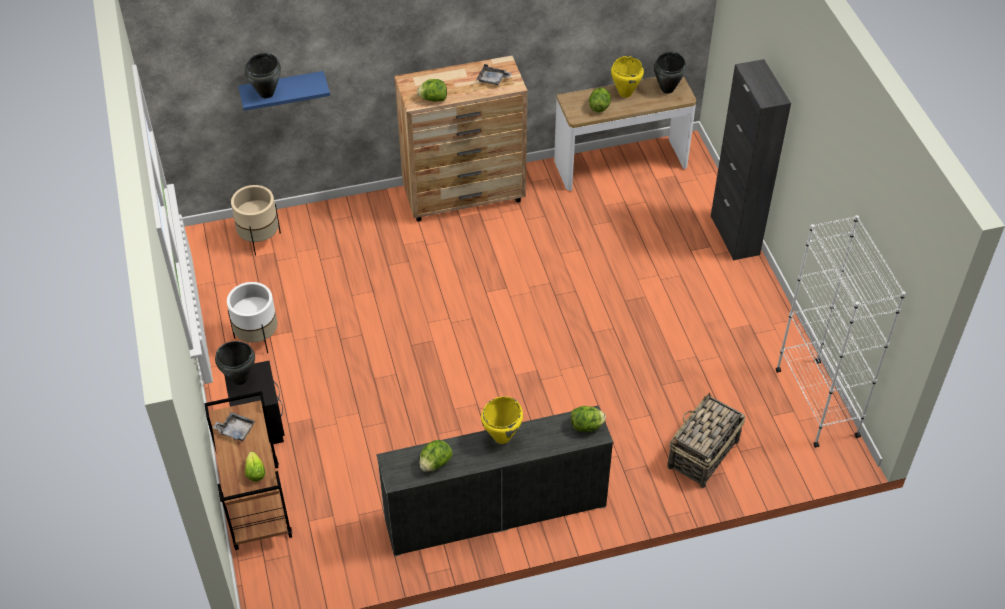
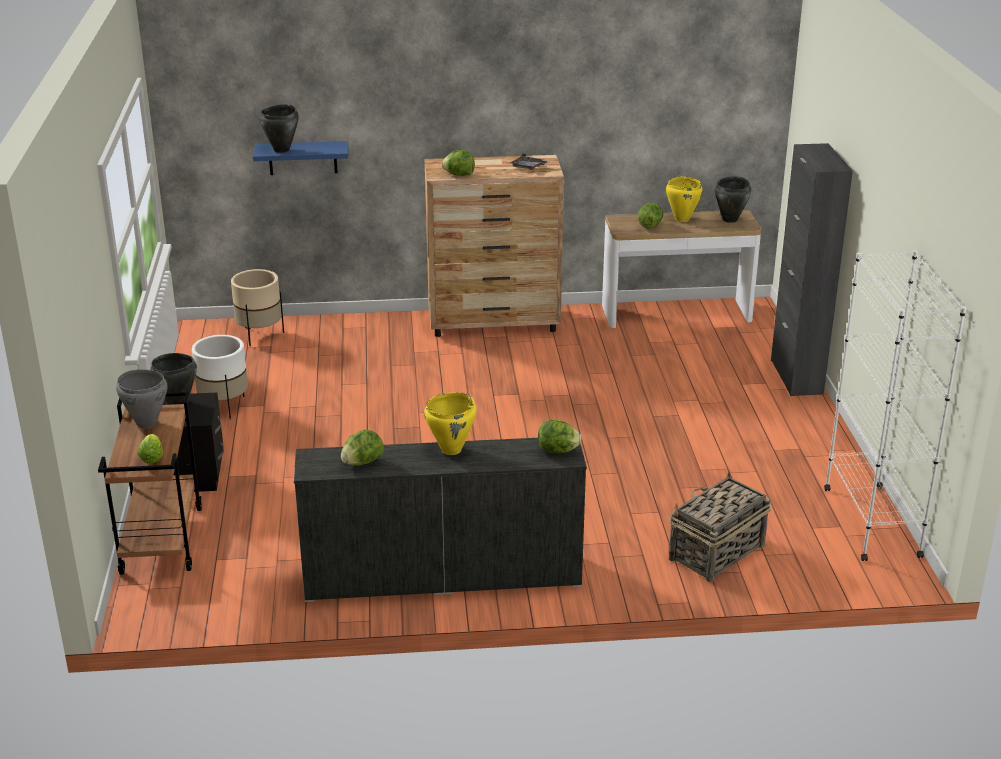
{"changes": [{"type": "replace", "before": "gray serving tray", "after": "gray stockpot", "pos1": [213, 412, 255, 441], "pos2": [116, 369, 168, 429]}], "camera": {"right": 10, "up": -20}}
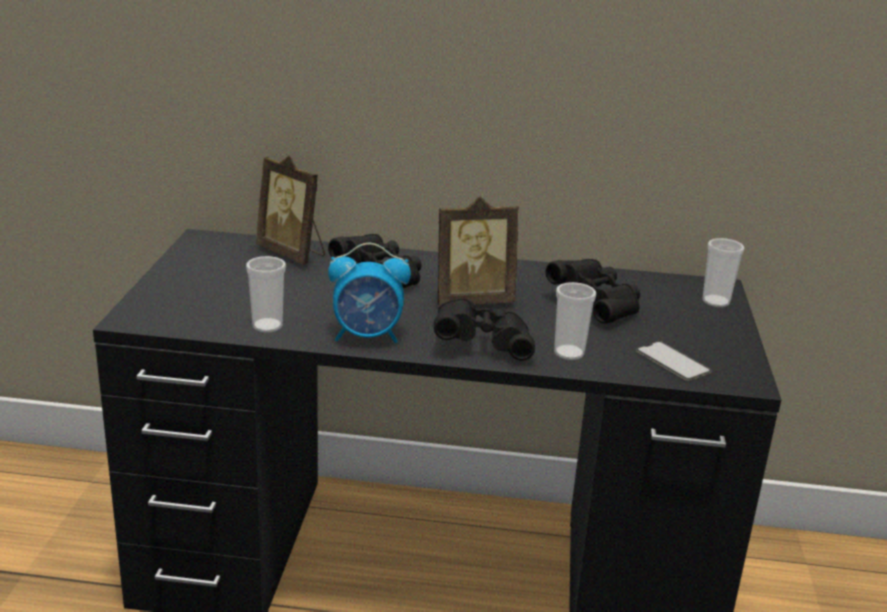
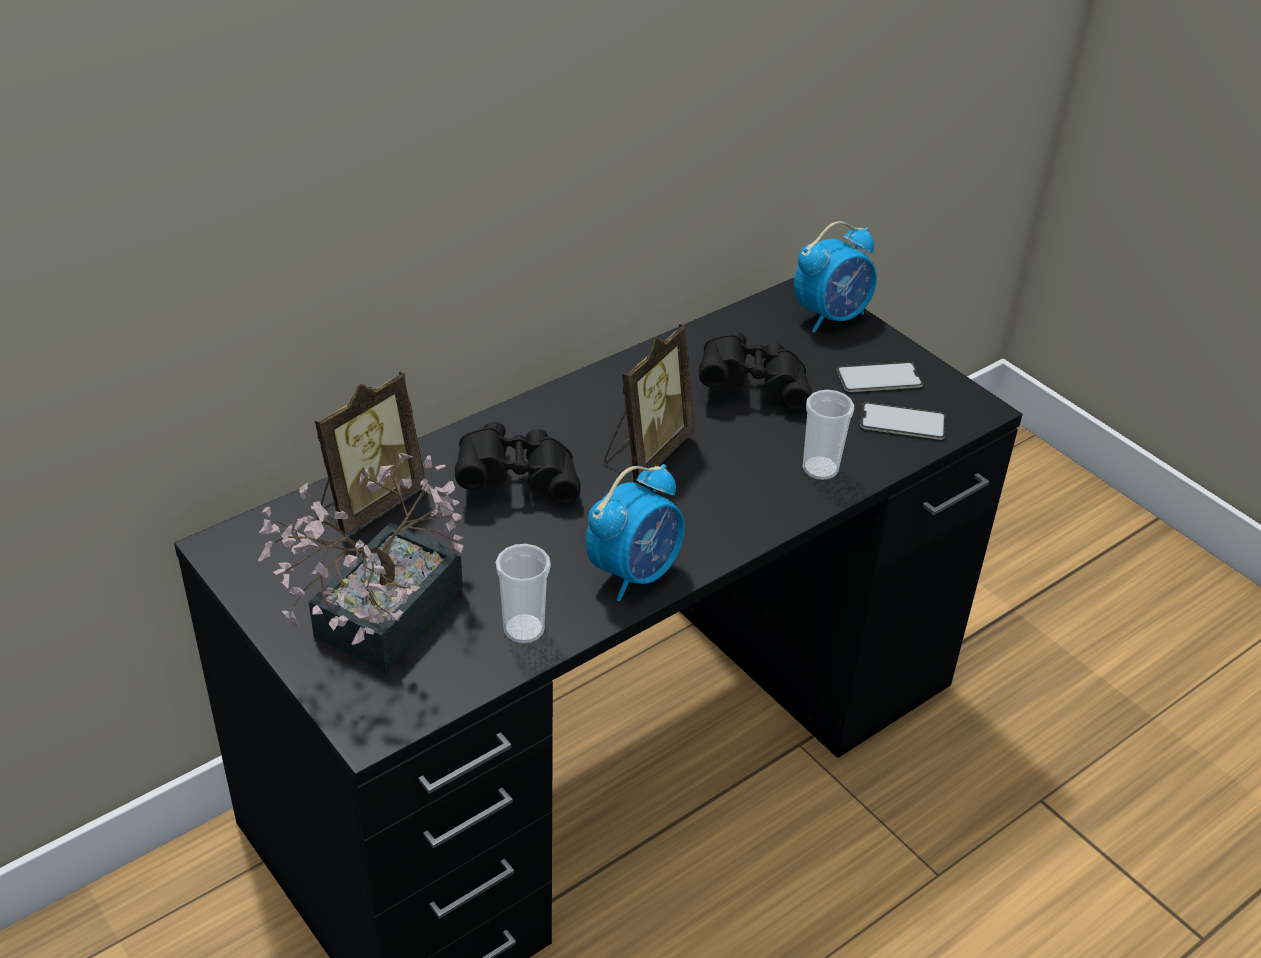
{"changes": [{"type": "insert", "after": "potted plant", "pos2": [258, 453, 464, 671]}, {"type": "rotate", "before": "picture frame", "pos1": [256, 155, 325, 264], "pos2": [314, 371, 425, 535], "turn": -45}, {"type": "replace", "before": "drinking cup", "after": "bedside clock", "pos1": [702, 238, 745, 307], "pos2": [794, 221, 877, 333]}, {"type": "insert", "after": "telephone", "pos2": [837, 362, 923, 392]}, {"type": "delete", "before": "blackish field glasses", "pos1": [434, 298, 535, 361]}], "camera": {"right": -45, "up": 15}}
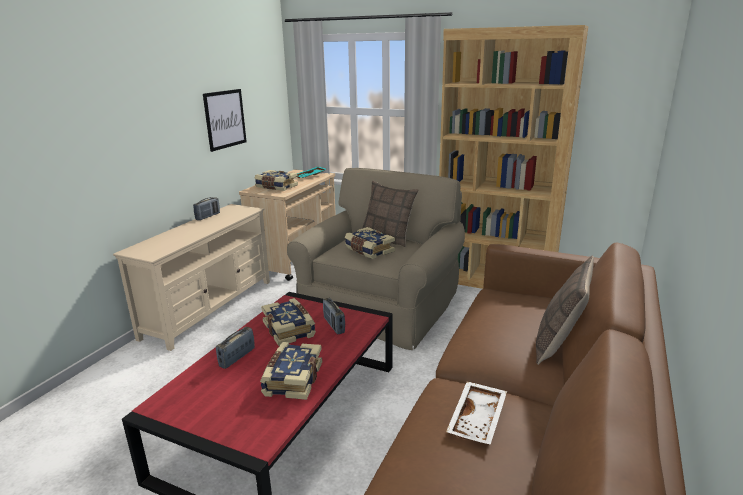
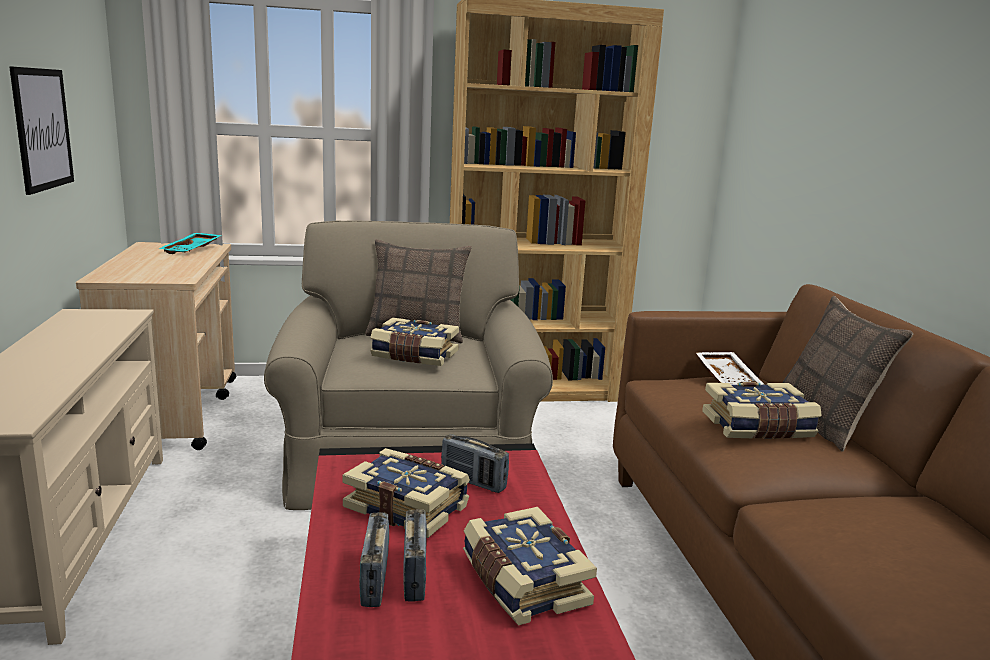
{"changes": [{"type": "move", "before": "radio", "pos1": [193, 197, 220, 220], "pos2": [403, 509, 427, 602]}, {"type": "move", "before": "whitish serving tray", "pos1": [446, 381, 507, 445], "pos2": [696, 352, 765, 385]}, {"type": "move", "before": "bound book", "pos1": [254, 170, 298, 191], "pos2": [702, 382, 822, 439]}], "camera": {"right": -35, "up": -5}}
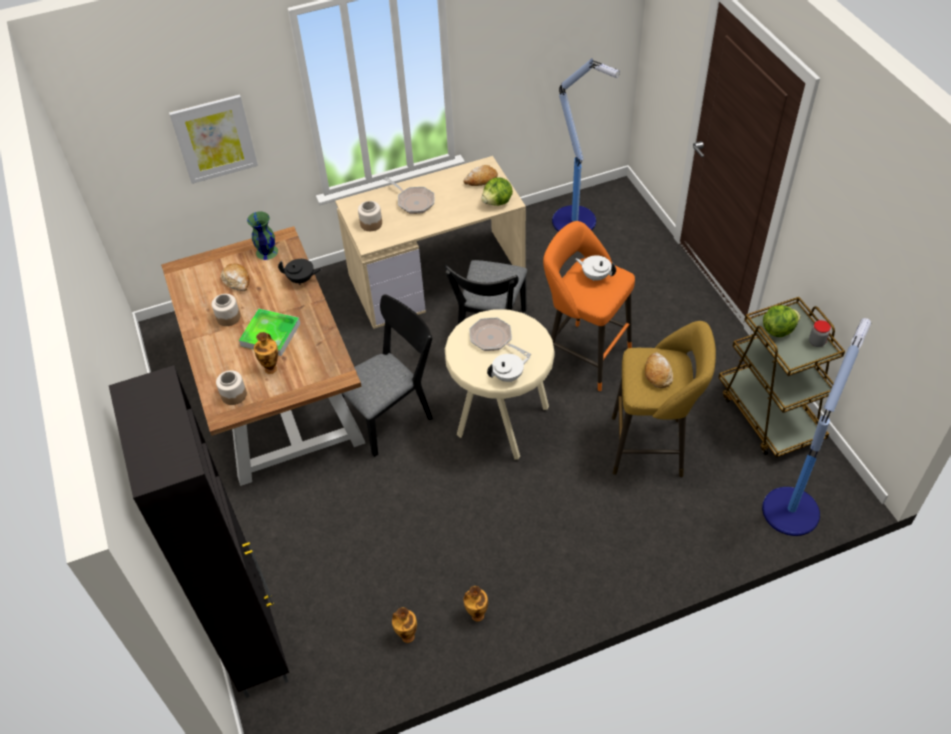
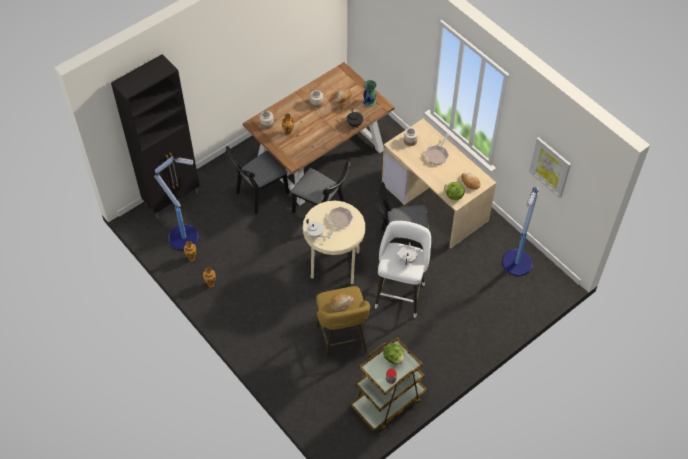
{"changes": [{"type": "move", "before": "standing lamp", "pos1": [762, 318, 871, 536], "pos2": [154, 156, 199, 250]}, {"type": "insert", "after": "blackish upright chair", "pos2": [226, 146, 289, 215]}, {"type": "recolor", "before": "orangey stool seat", "after": "whitish stool seat", "pos1": [543, 221, 635, 391], "pos2": [375, 221, 431, 318]}, {"type": "move", "before": "wall picture", "pos1": [169, 95, 258, 184], "pos2": [529, 137, 571, 198]}, {"type": "delete", "before": "serving tray", "pos1": [239, 309, 300, 356]}], "camera": {"right": 70, "up": 5}}
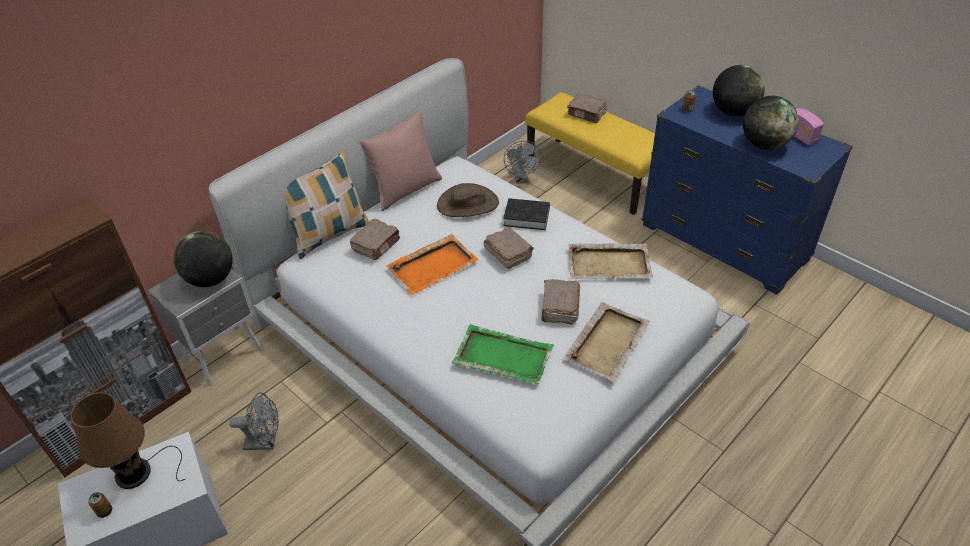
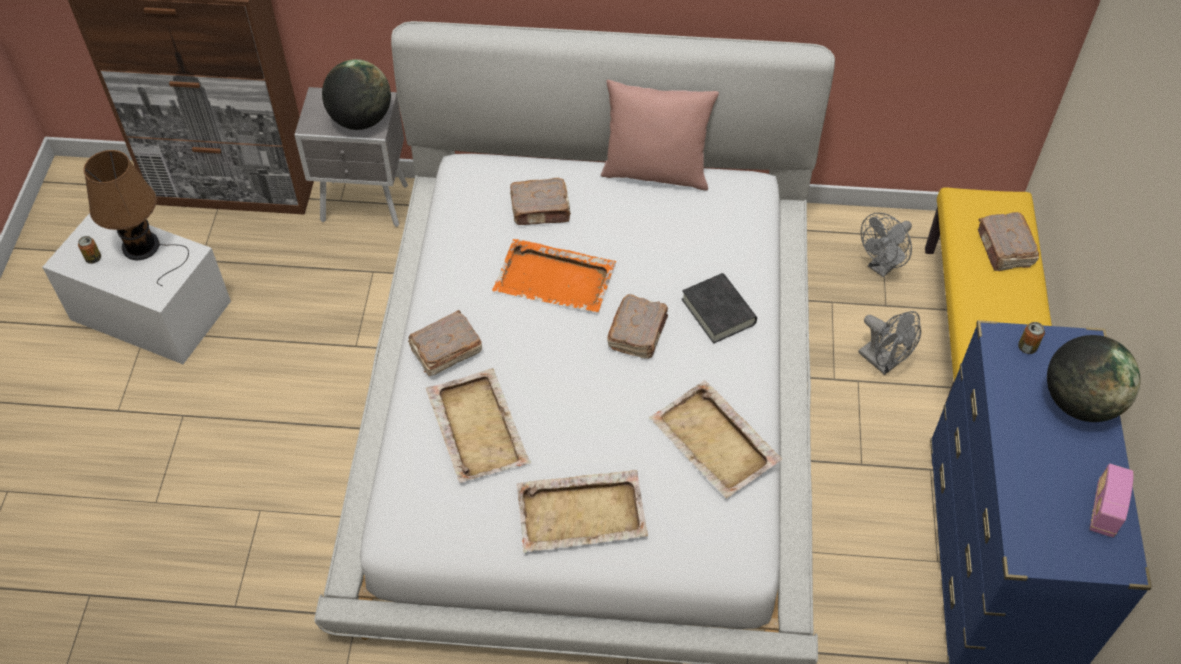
{"changes": [{"type": "move", "before": "brownish bound book", "pos1": [541, 279, 580, 325], "pos2": [408, 310, 482, 376]}, {"type": "recolor", "before": "green-coloured serving tray", "after": "beige-coloured serving tray", "pos1": [452, 324, 554, 384], "pos2": [426, 368, 531, 483]}, {"type": "move", "before": "gray electric fan", "pos1": [229, 392, 279, 450], "pos2": [858, 311, 921, 375]}, {"type": "delete", "before": "pillow", "pos1": [285, 151, 369, 259]}, {"type": "delete", "before": "brownish clothing hat", "pos1": [437, 183, 499, 217]}, {"type": "delete", "before": "desk globe", "pos1": [743, 96, 799, 150]}], "camera": {"right": 50, "up": 10}}
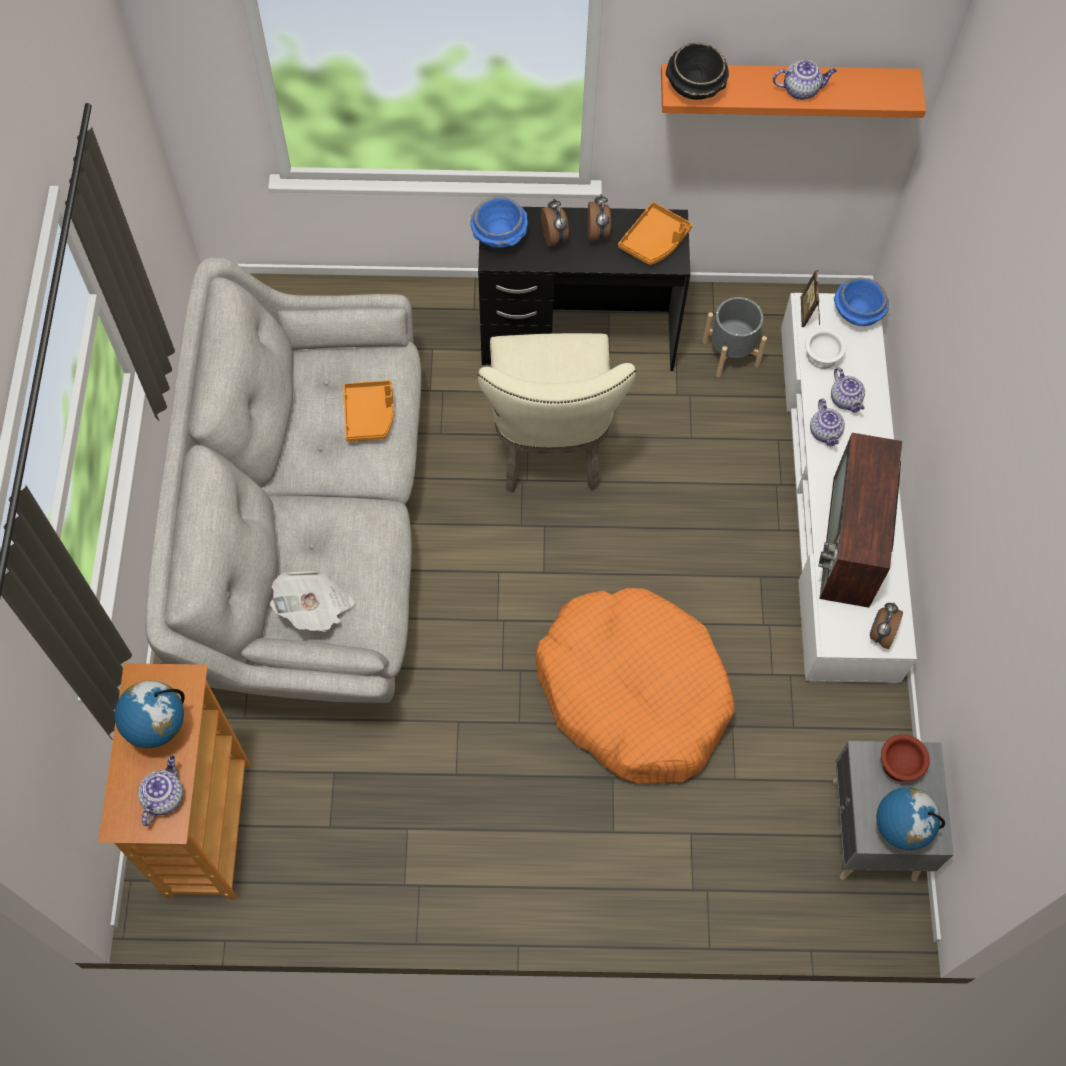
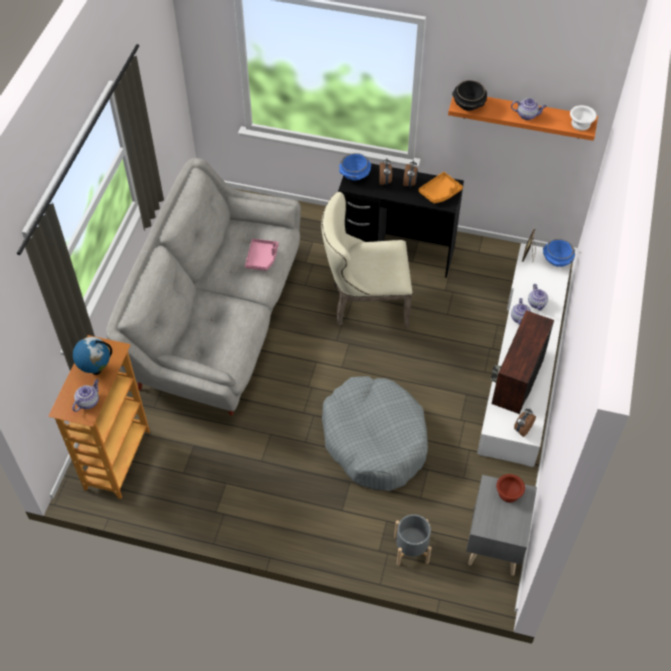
{"changes": [{"type": "recolor", "before": "orangey serving tray", "after": "pink-coloured serving tray", "pos1": [343, 380, 394, 442], "pos2": [245, 239, 279, 271]}, {"type": "rotate", "before": "beige-coloured upright chair", "pos1": [477, 333, 636, 493], "pos2": [321, 192, 412, 328], "turn": 75}, {"type": "recolor", "before": "orangey dog cushion", "after": "gray dog cushion", "pos1": [536, 588, 734, 784], "pos2": [322, 376, 428, 491]}, {"type": "move", "before": "gray flower pot", "pos1": [702, 297, 767, 377], "pos2": [394, 514, 432, 566]}, {"type": "move", "before": "whitish bowl", "pos1": [805, 328, 846, 369], "pos2": [570, 105, 597, 131]}, {"type": "delete", "before": "daily paper", "pos1": [270, 571, 355, 632]}, {"type": "delete", "before": "desk globe", "pos1": [877, 787, 945, 850]}], "camera": {"right": 15, "up": -10}}
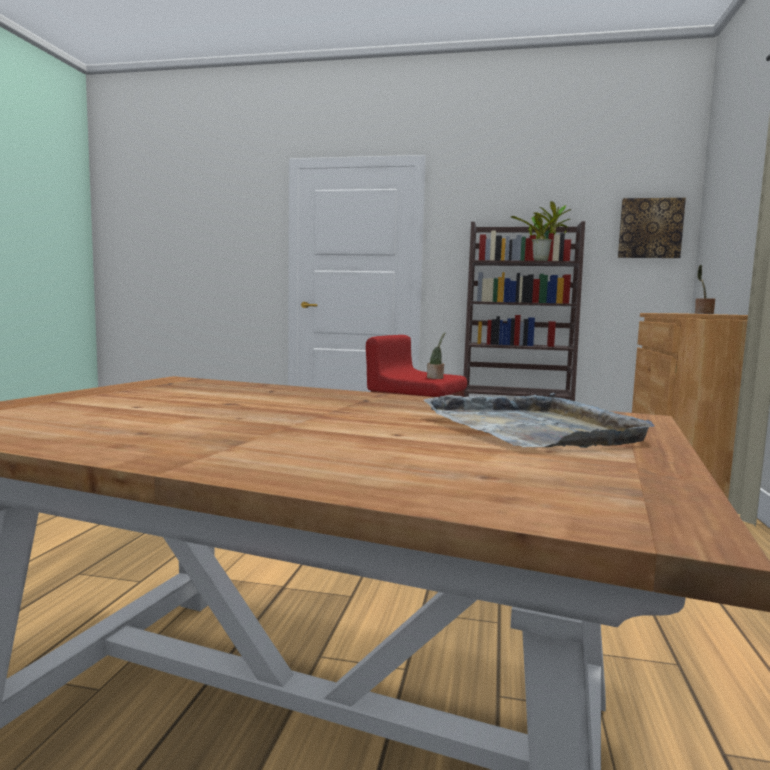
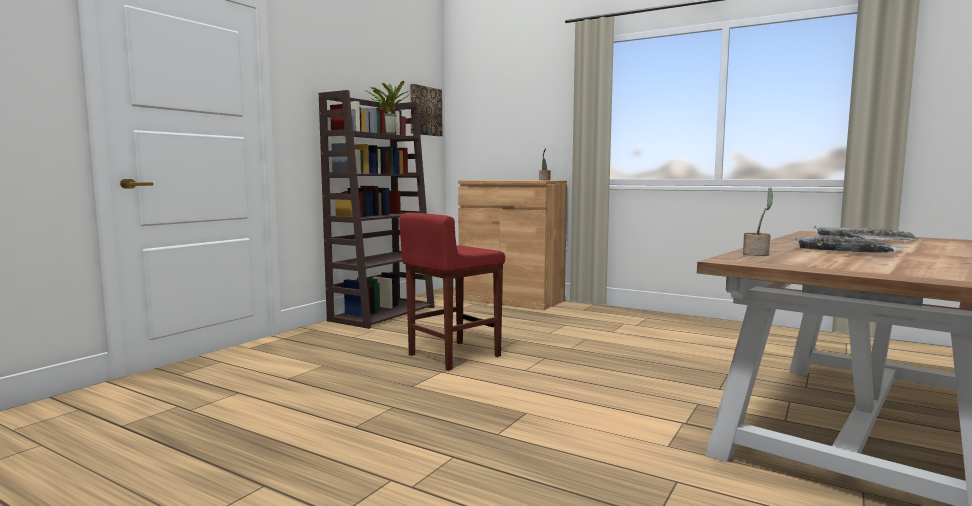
{"changes": [{"type": "move", "before": "potted plant", "pos1": [427, 332, 445, 379], "pos2": [743, 188, 773, 256]}, {"type": "insert", "after": "gray serving tray", "pos2": [794, 235, 904, 253]}], "camera": {"right": -70, "up": 0}}
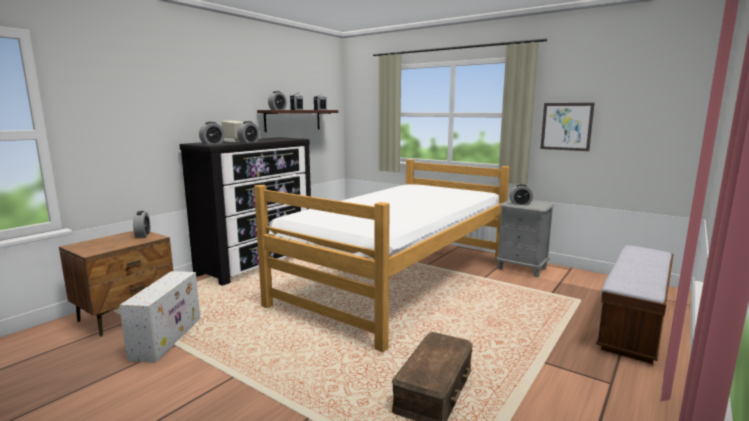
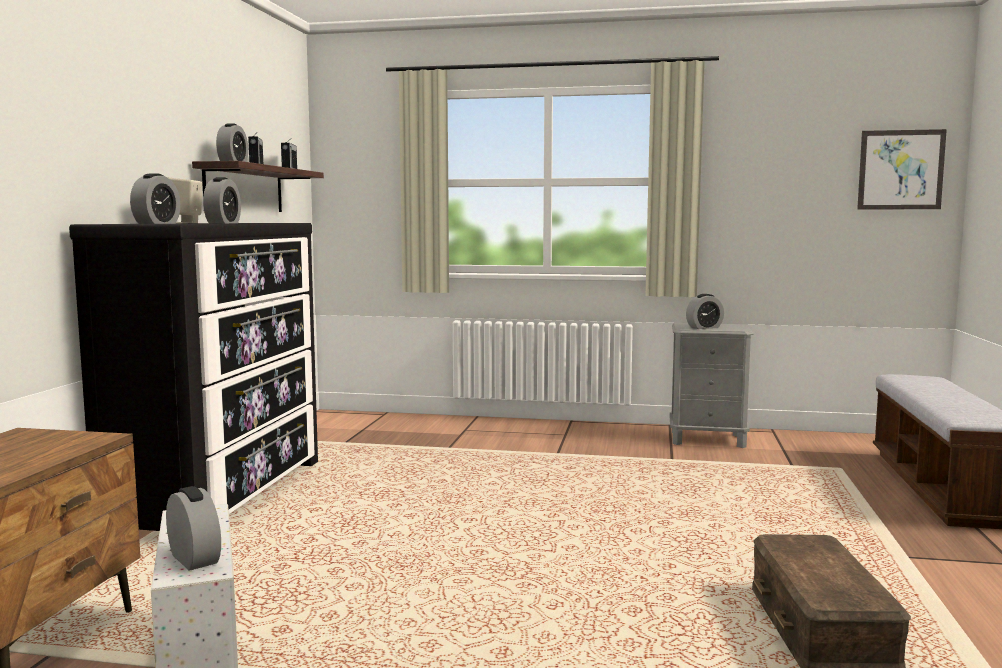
{"changes": [{"type": "move", "before": "bedside clock", "pos1": [133, 211, 150, 238], "pos2": [166, 486, 221, 571]}, {"type": "move", "before": "wall picture", "pos1": [540, 103, 595, 151], "pos2": [857, 129, 947, 209]}, {"type": "delete", "before": "bedroom bed", "pos1": [254, 159, 510, 352]}], "camera": {"right": -25, "up": -5}}
